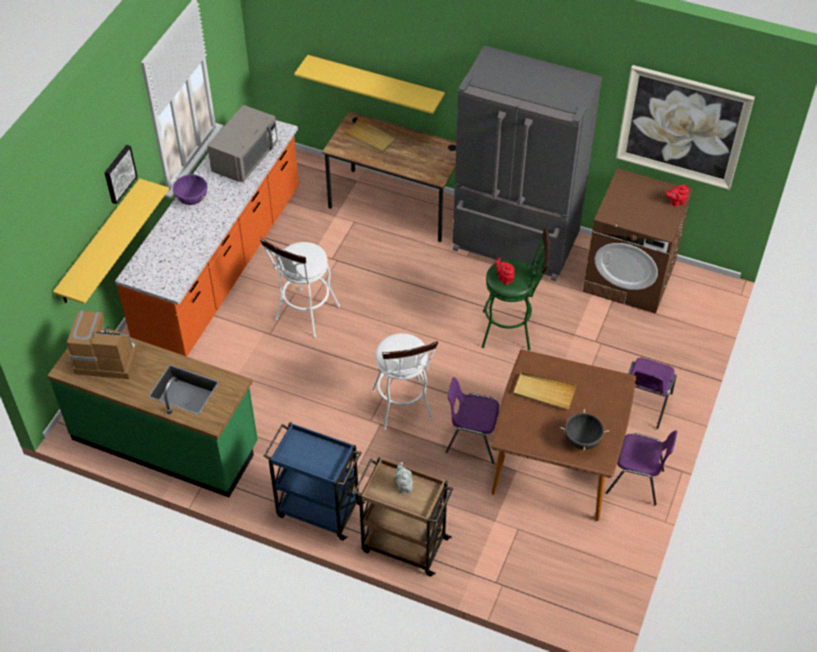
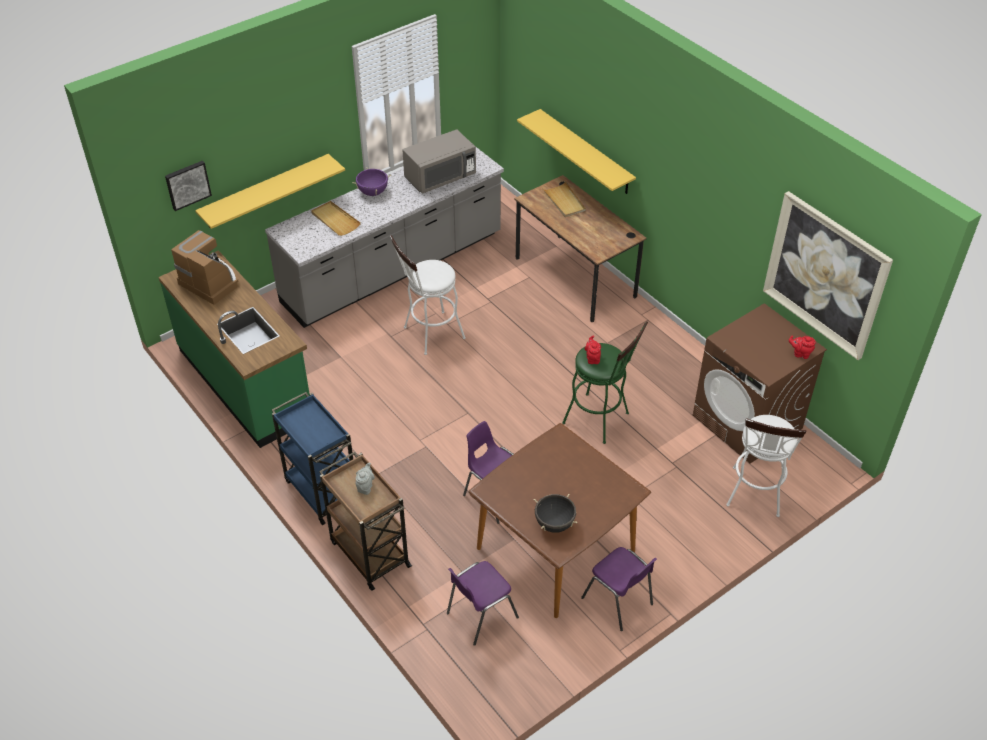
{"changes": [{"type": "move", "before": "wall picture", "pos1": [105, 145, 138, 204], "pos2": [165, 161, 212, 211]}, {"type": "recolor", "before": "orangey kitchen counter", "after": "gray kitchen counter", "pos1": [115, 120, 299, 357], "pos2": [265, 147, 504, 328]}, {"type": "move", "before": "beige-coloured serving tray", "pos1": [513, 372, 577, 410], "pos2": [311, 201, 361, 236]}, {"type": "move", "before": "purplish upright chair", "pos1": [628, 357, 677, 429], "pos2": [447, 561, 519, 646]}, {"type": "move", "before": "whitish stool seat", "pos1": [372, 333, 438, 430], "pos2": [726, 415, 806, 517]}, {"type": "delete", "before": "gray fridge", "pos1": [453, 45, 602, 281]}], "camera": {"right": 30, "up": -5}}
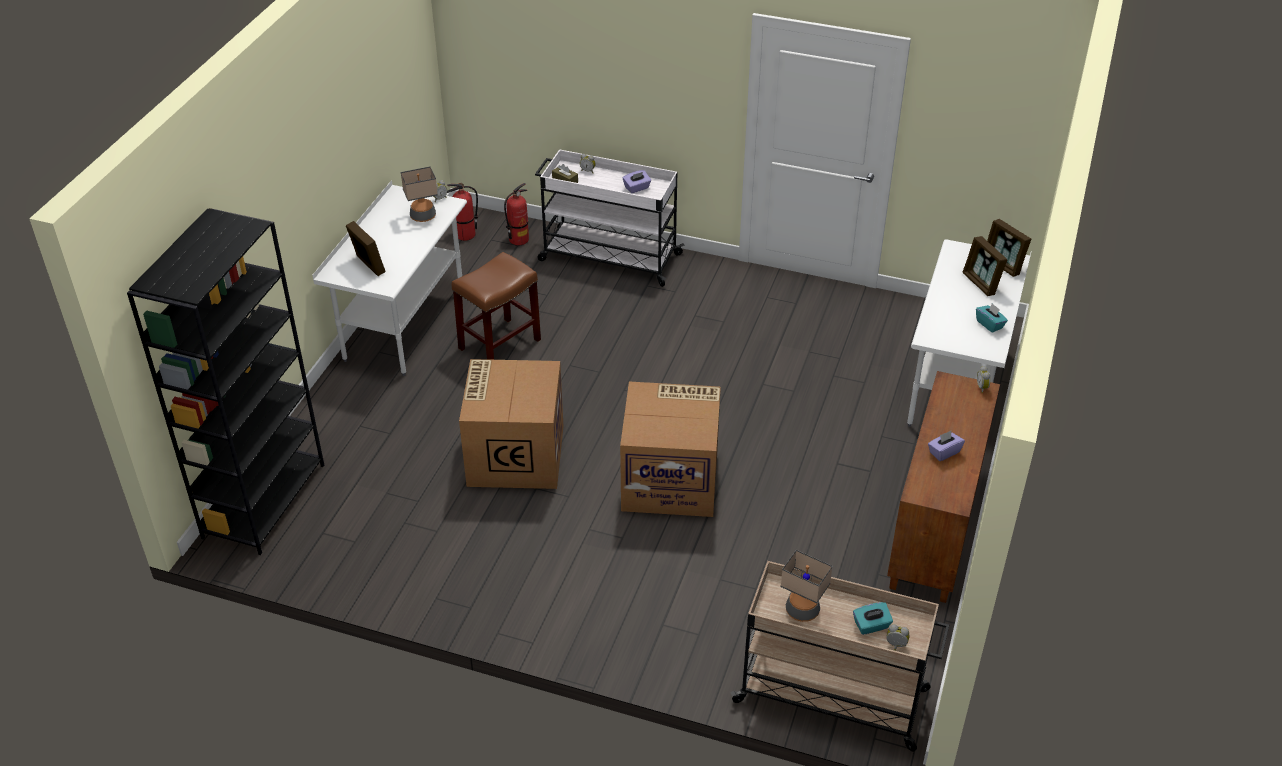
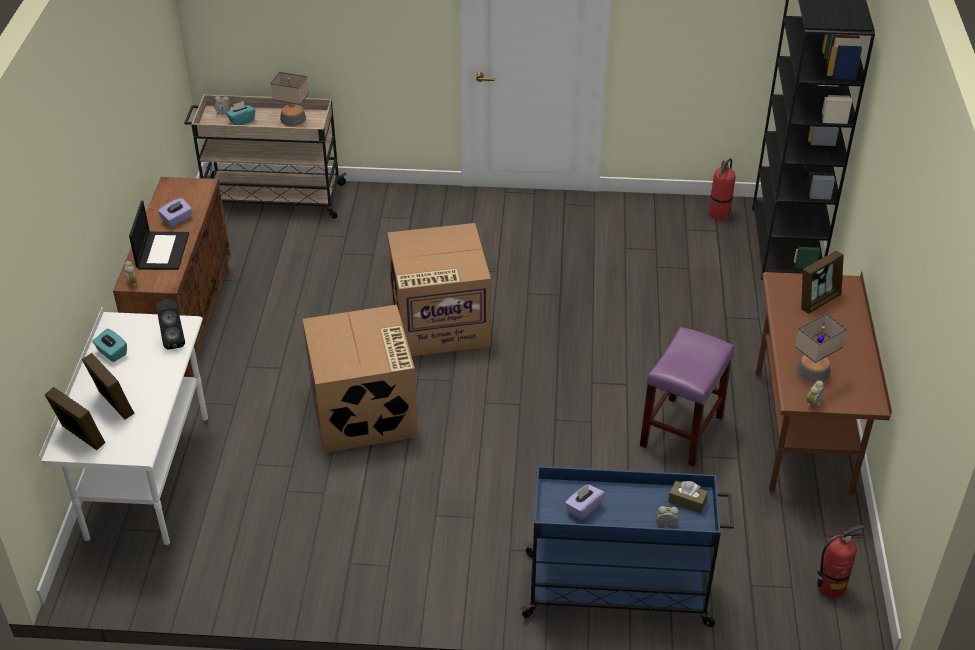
{"changes": [{"type": "insert", "after": "portable computer", "pos2": [129, 201, 189, 270]}, {"type": "insert", "after": "blackish speaker", "pos2": [157, 298, 185, 350]}, {"type": "move", "before": "cardboard box", "pos1": [459, 359, 564, 489], "pos2": [303, 305, 418, 453]}, {"type": "recolor", "before": "whitish wheeled cart", "after": "bluish wheeled cart", "pos1": [535, 149, 684, 287], "pos2": [520, 466, 734, 627]}, {"type": "recolor", "before": "brownish stool seat", "after": "purplish stool seat", "pos1": [452, 252, 541, 360], "pos2": [640, 327, 734, 467]}, {"type": "move", "before": "fire extinguisher", "pos1": [504, 183, 529, 245], "pos2": [709, 158, 735, 220]}, {"type": "recolor", "before": "whitish desk", "after": "brownish desk", "pos1": [312, 180, 467, 376], "pos2": [756, 271, 892, 498]}, {"type": "rotate", "before": "picture frame", "pos1": [346, 221, 386, 276], "pos2": [801, 251, 844, 313], "turn": -75}], "camera": {"right": 165, "up": 0}}
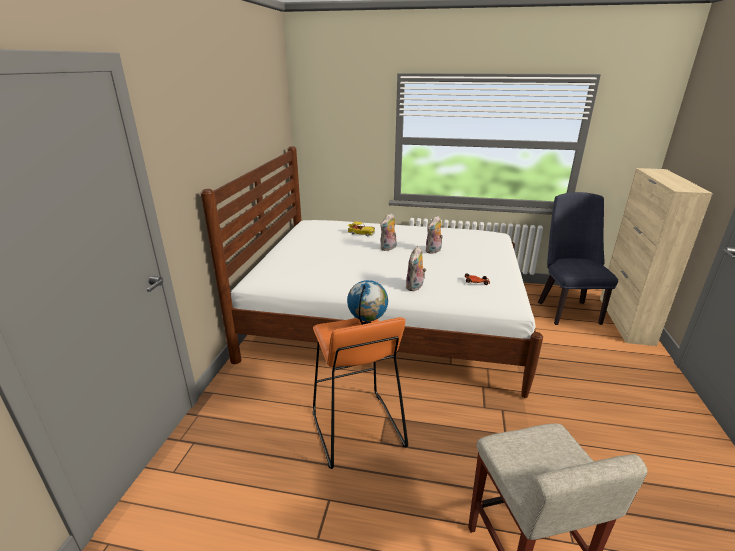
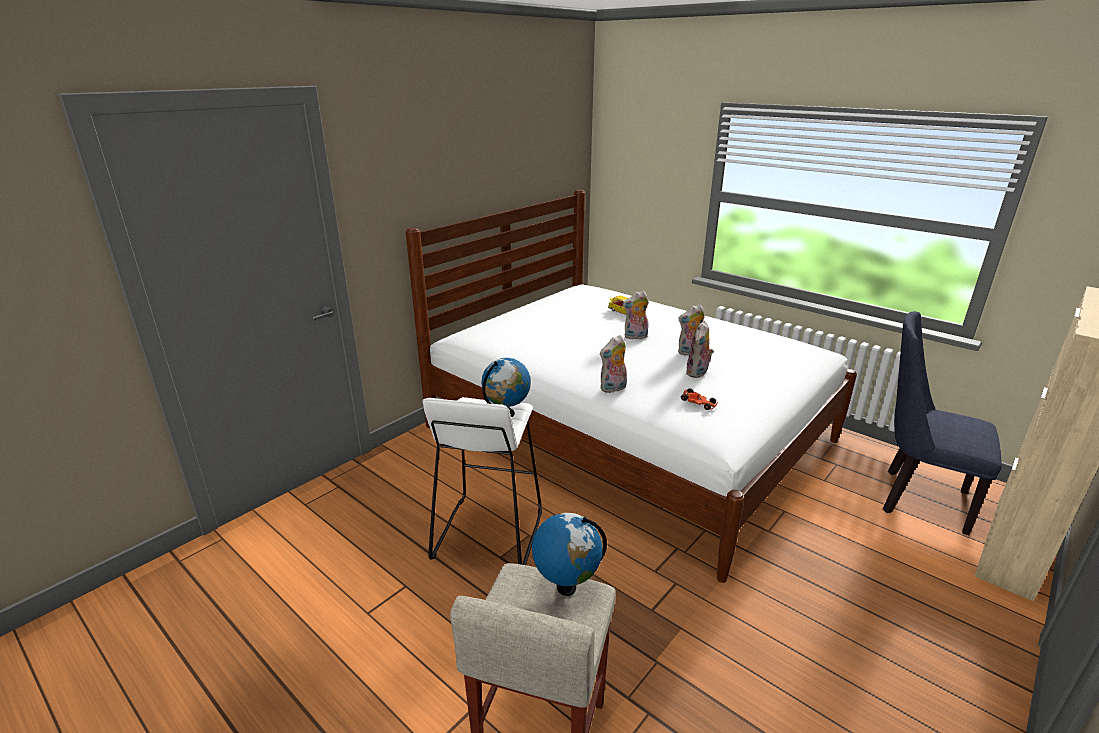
{"changes": [{"type": "recolor", "before": "orangey stool seat", "after": "whitish stool seat", "pos1": [313, 317, 408, 469], "pos2": [423, 397, 542, 565]}, {"type": "insert", "after": "desk globe", "pos2": [532, 513, 607, 596]}, {"type": "insert", "after": "cuddly toy", "pos2": [686, 321, 714, 378]}, {"type": "rotate", "before": "bluish upright chair", "pos1": [538, 192, 618, 325], "pos2": [883, 311, 1002, 535], "turn": -90}], "camera": {"right": 30, "up": 0}}
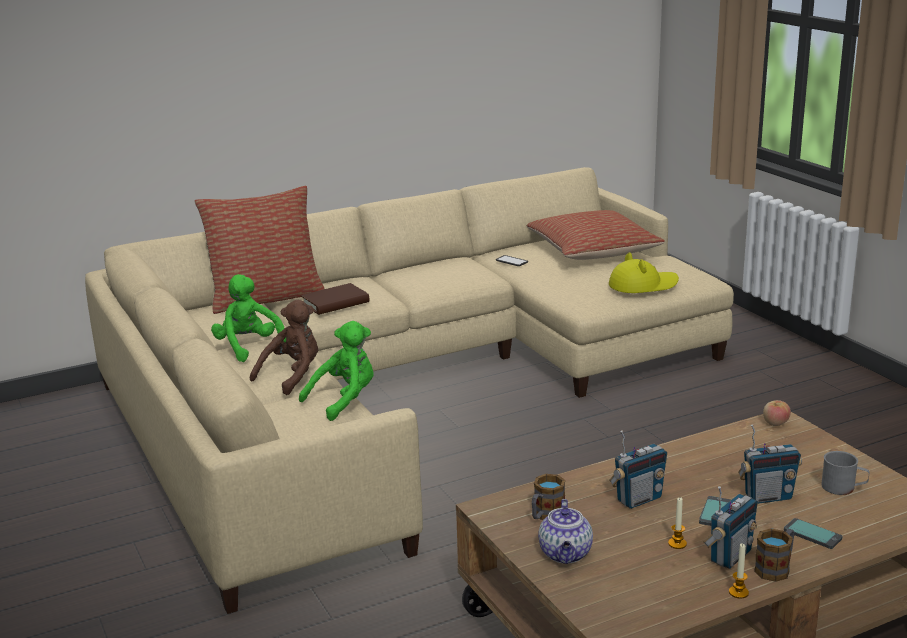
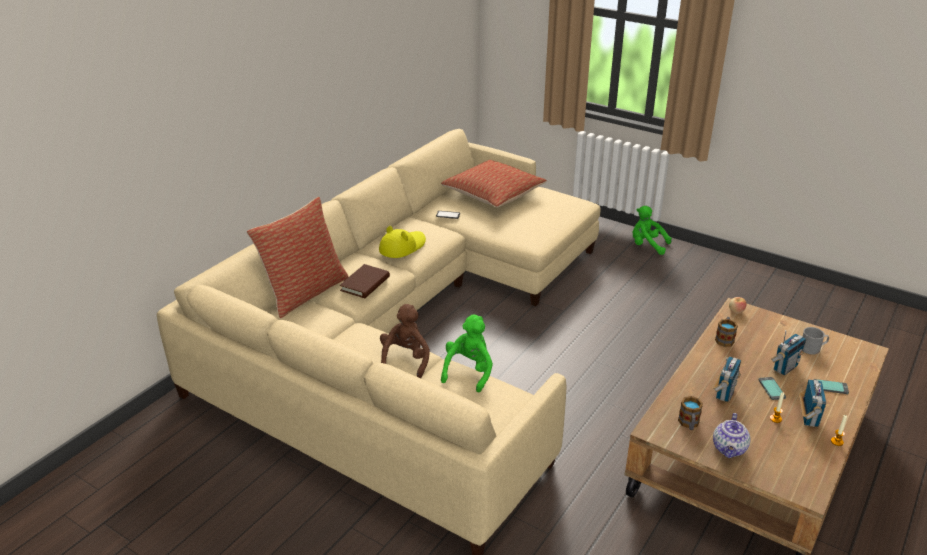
{"changes": [{"type": "move", "before": "yellowish clothing hat", "pos1": [609, 252, 679, 293], "pos2": [379, 226, 426, 258]}, {"type": "move", "before": "green-coloured cuddly toy", "pos1": [211, 274, 286, 362], "pos2": [633, 206, 672, 255]}, {"type": "rotate", "before": "pot for tea", "pos1": [538, 499, 593, 564], "pos2": [713, 413, 750, 458], "turn": 45}, {"type": "move", "before": "coffee mug", "pos1": [754, 528, 794, 582], "pos2": [715, 317, 738, 347]}], "camera": {"right": -30, "up": 10}}
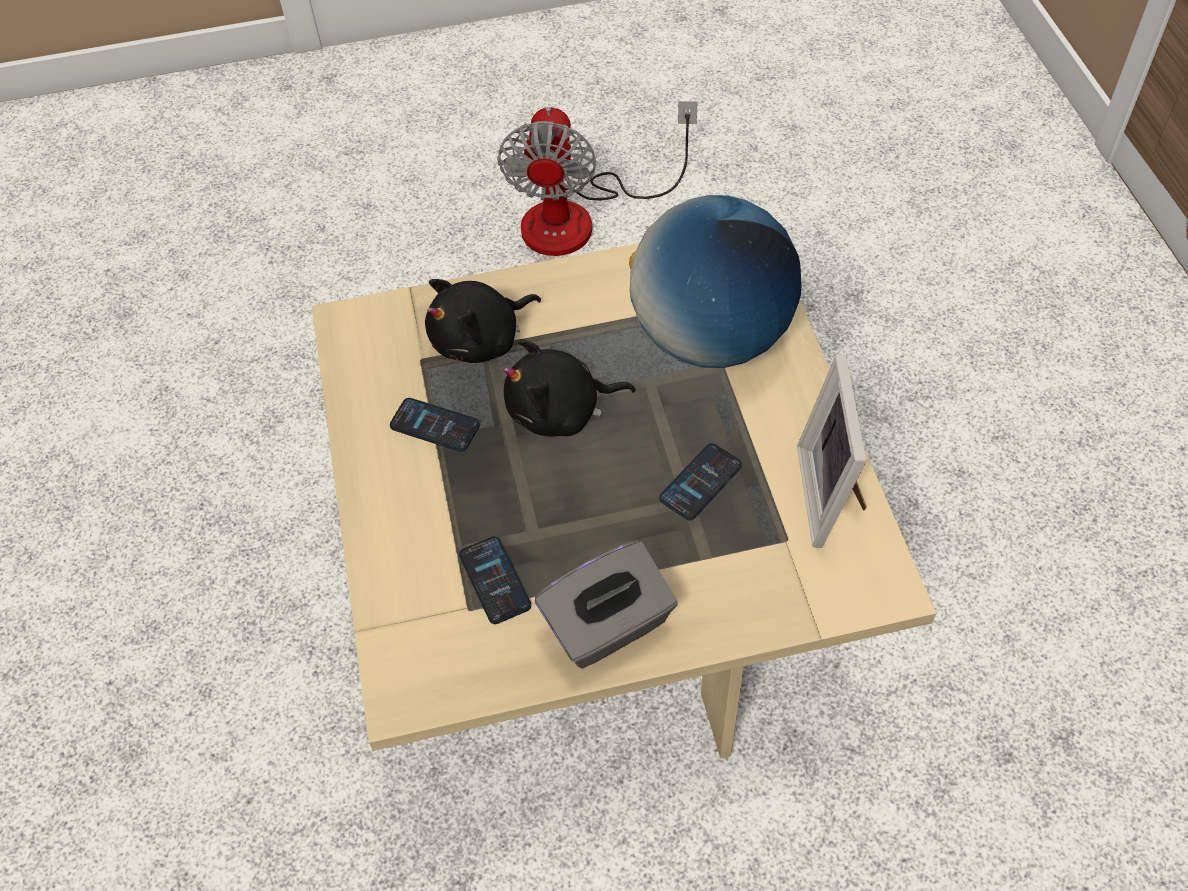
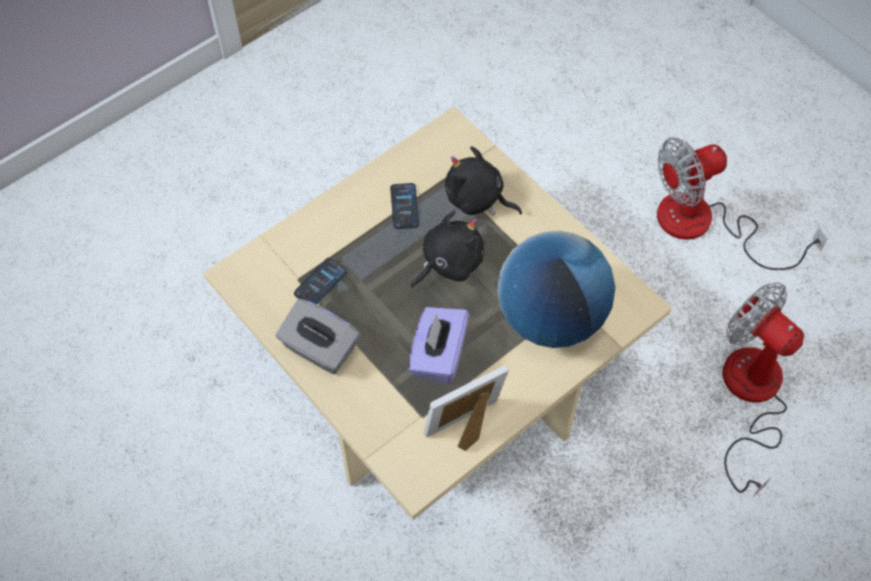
{"changes": [{"type": "replace", "before": "telephone", "after": "purplish tissue holder", "pos1": [659, 443, 742, 520], "pos2": [409, 307, 469, 384]}, {"type": "rotate", "before": "blackish cuddly toy", "pos1": [504, 339, 635, 436], "pos2": [410, 210, 484, 288], "turn": 90}, {"type": "insert", "after": "electric fan", "pos2": [723, 282, 804, 497]}], "camera": {"right": 60, "up": 5}}
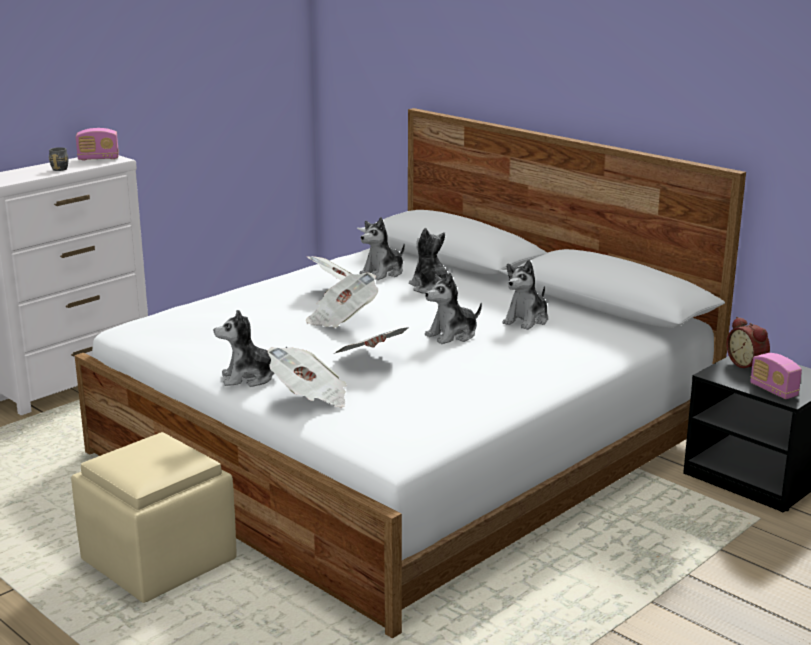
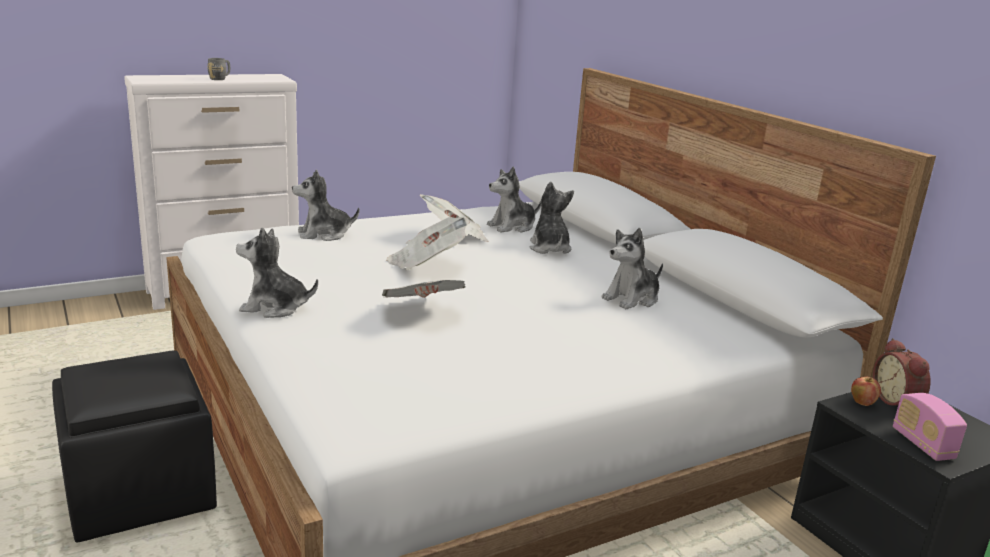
{"changes": [{"type": "recolor", "before": "beige-coloured pouffe", "after": "blackish pouffe", "pos1": [71, 432, 237, 603], "pos2": [52, 351, 217, 542]}, {"type": "move", "before": "cuddly toy", "pos1": [425, 273, 482, 344], "pos2": [292, 169, 359, 241]}, {"type": "insert", "after": "whole apple", "pos2": [851, 377, 881, 406]}, {"type": "delete", "before": "radio", "pos1": [76, 128, 119, 160]}, {"type": "delete", "before": "daily paper", "pos1": [268, 347, 347, 407]}], "camera": {"right": 15, "up": 0}}
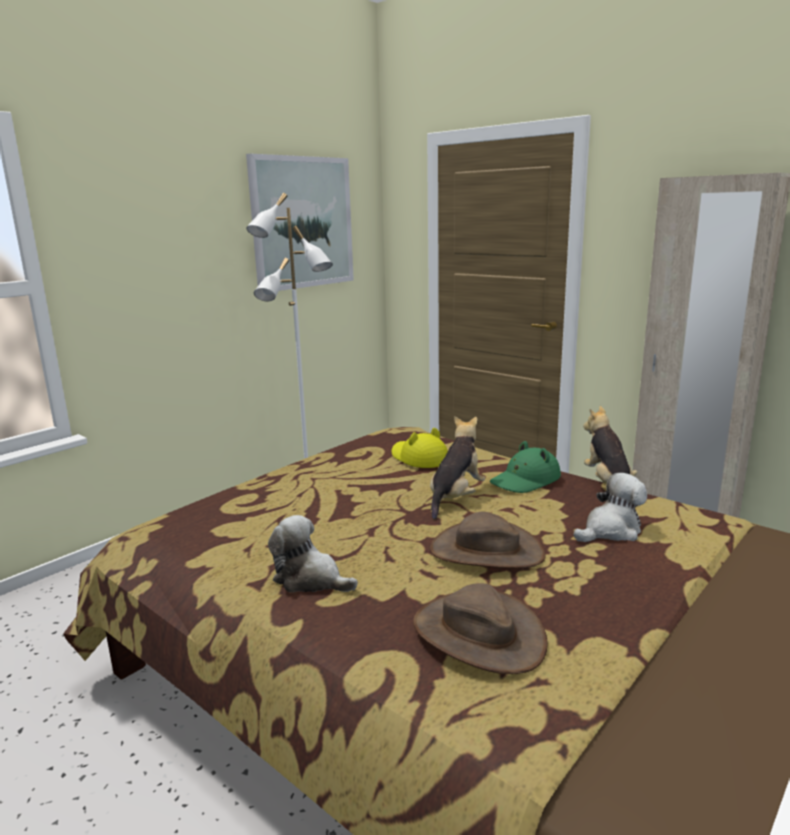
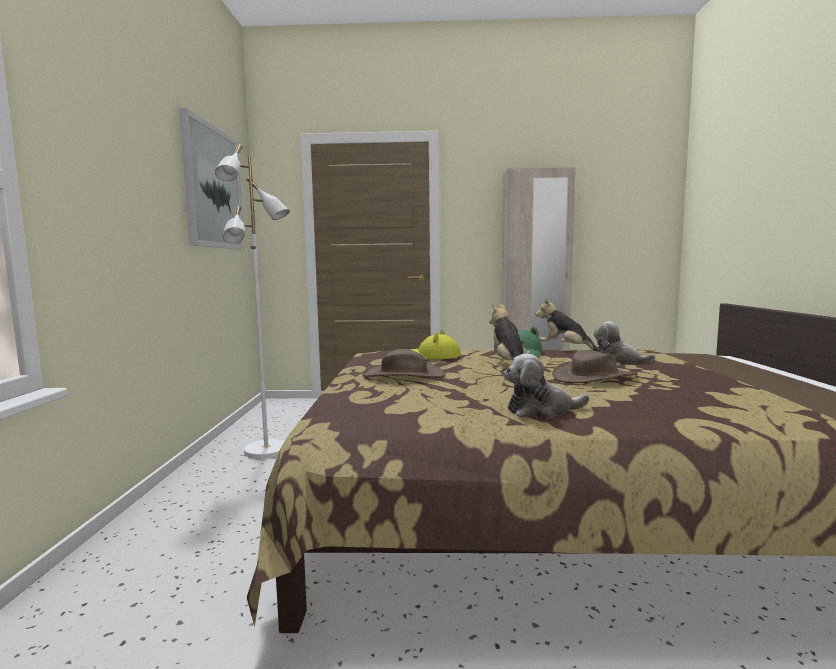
{"changes": [{"type": "move", "before": "brownish clothing hat", "pos1": [413, 583, 548, 674], "pos2": [362, 349, 446, 378]}, {"type": "rotate", "before": "cuddly toy", "pos1": [573, 473, 647, 542], "pos2": [594, 321, 656, 363], "turn": -75}], "camera": {"right": -40, "up": -10}}
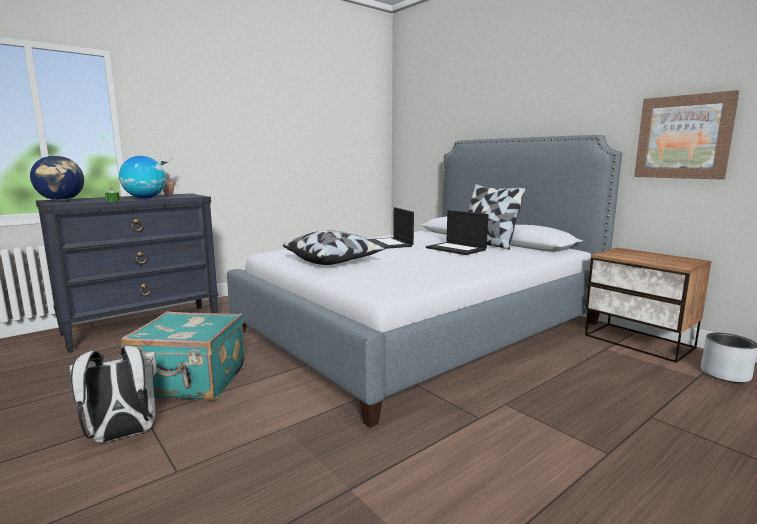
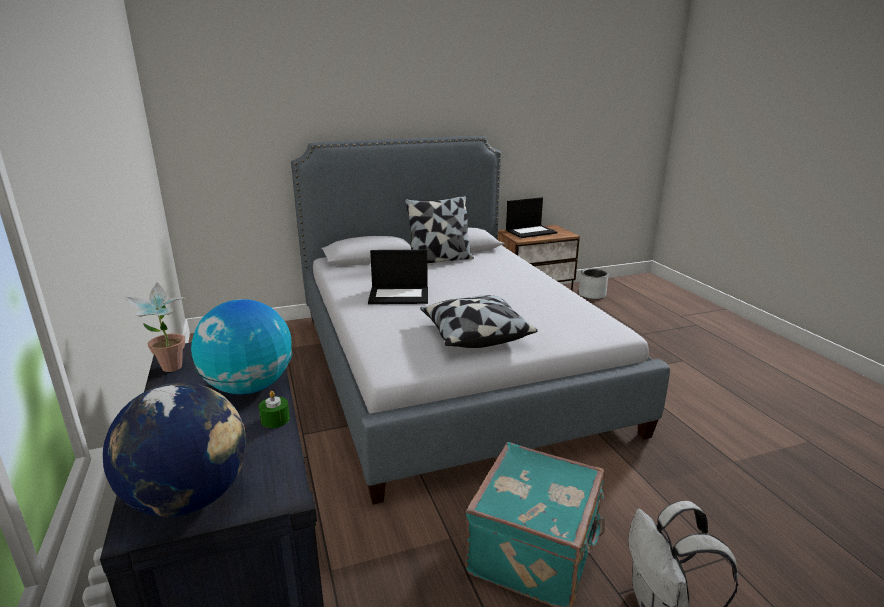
{"changes": [{"type": "move", "before": "portable computer", "pos1": [426, 210, 488, 255], "pos2": [506, 197, 557, 238]}, {"type": "delete", "before": "wall picture", "pos1": [634, 90, 739, 180]}], "camera": {"right": -70, "up": 10}}
